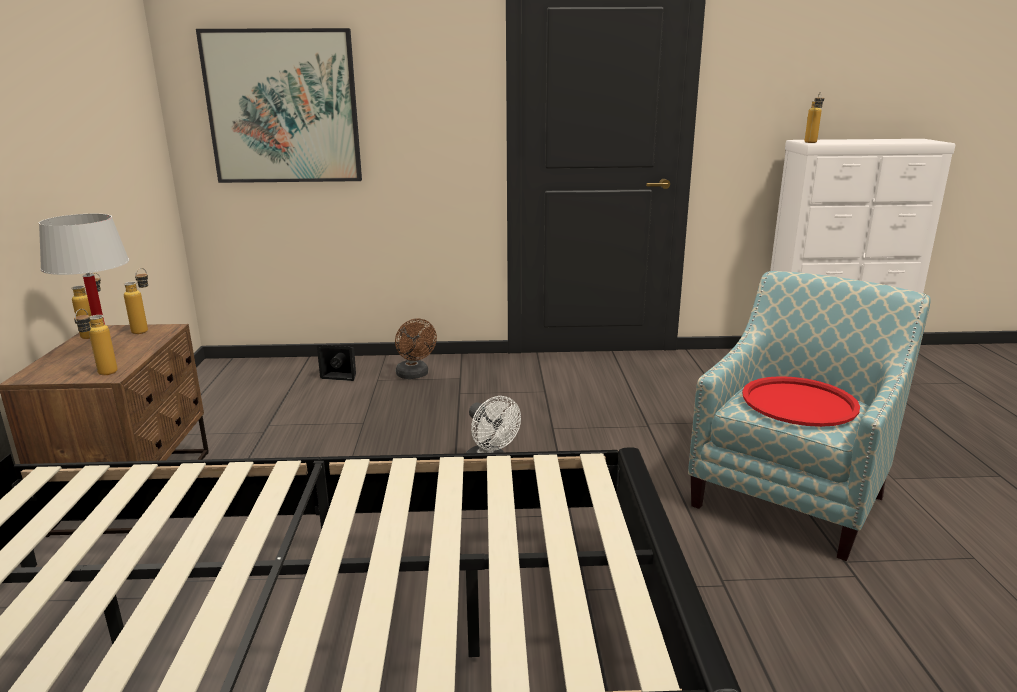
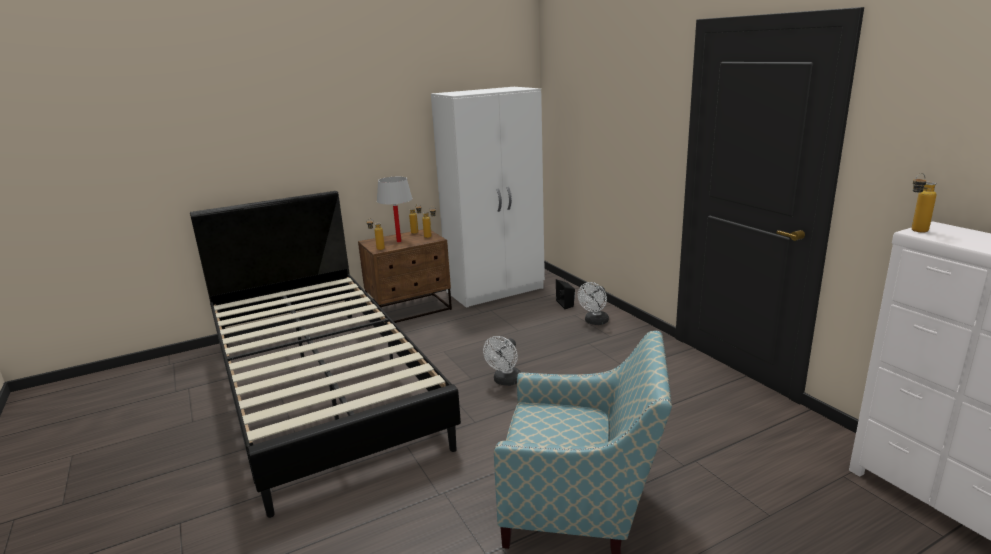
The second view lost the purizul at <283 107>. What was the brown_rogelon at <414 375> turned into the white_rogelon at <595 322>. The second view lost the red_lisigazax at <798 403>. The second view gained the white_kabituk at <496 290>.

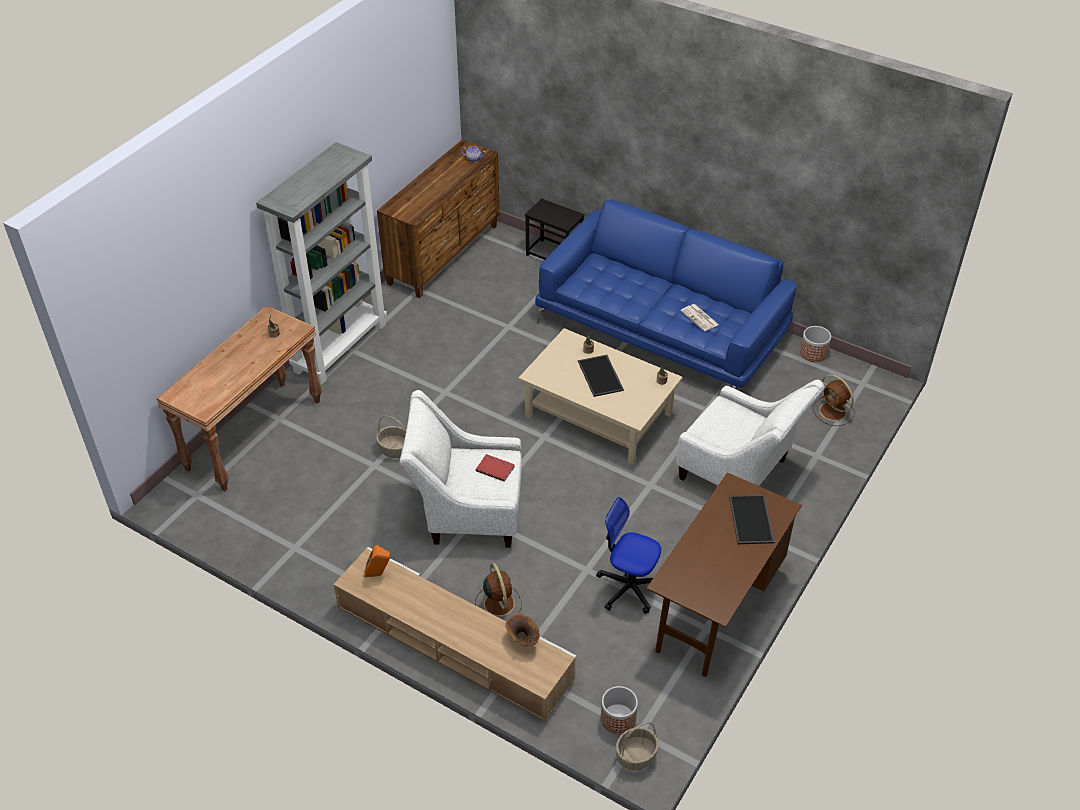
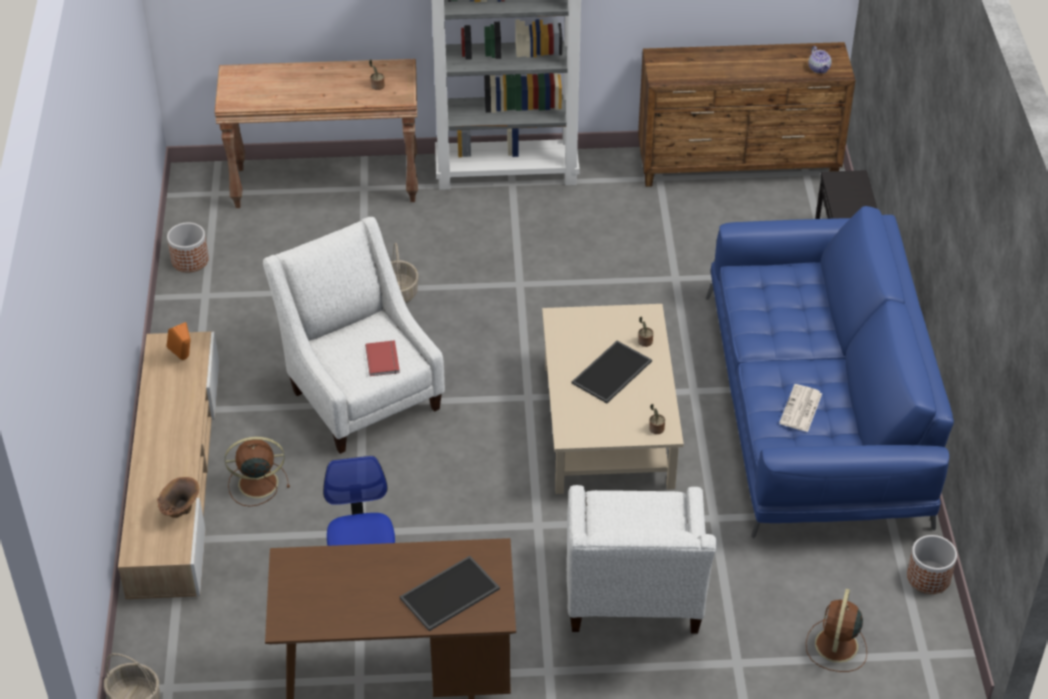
The brown_rogelon at <498 602> ended up facing another way, 135 degrees counterclockwise from before. The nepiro ended up elsewhere, having gone from <618 718> to <190 260>.

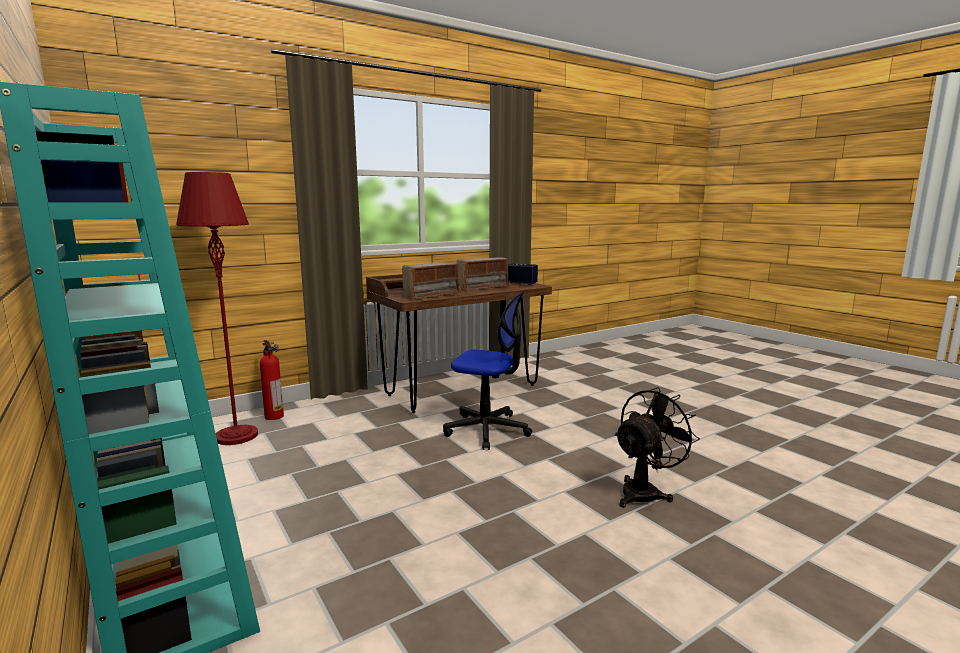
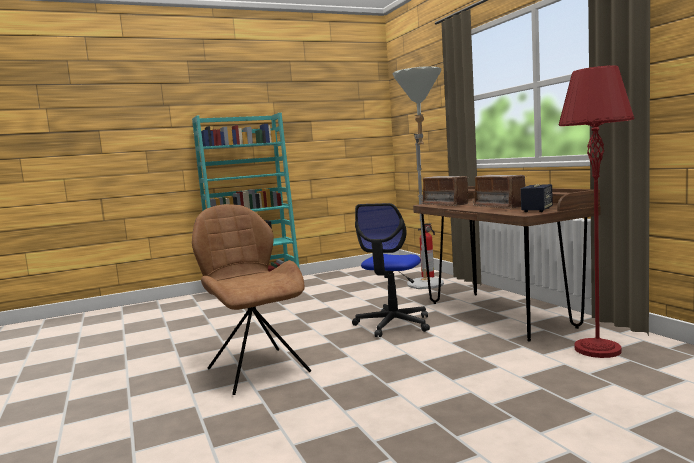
The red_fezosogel ended up elsewhere, having gone from <236 436> to <597 349>. Where the black_rogelon stood at <645 492>, the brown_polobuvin came to stand at <256 369>. The second view gained the grey_fezosogel at <427 286>.

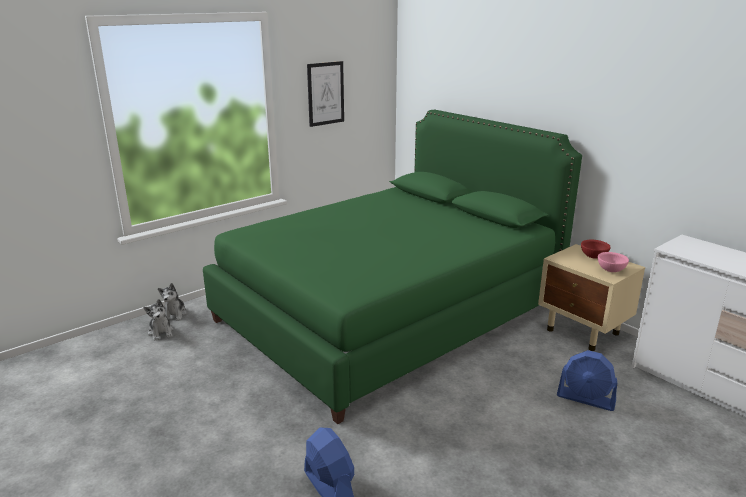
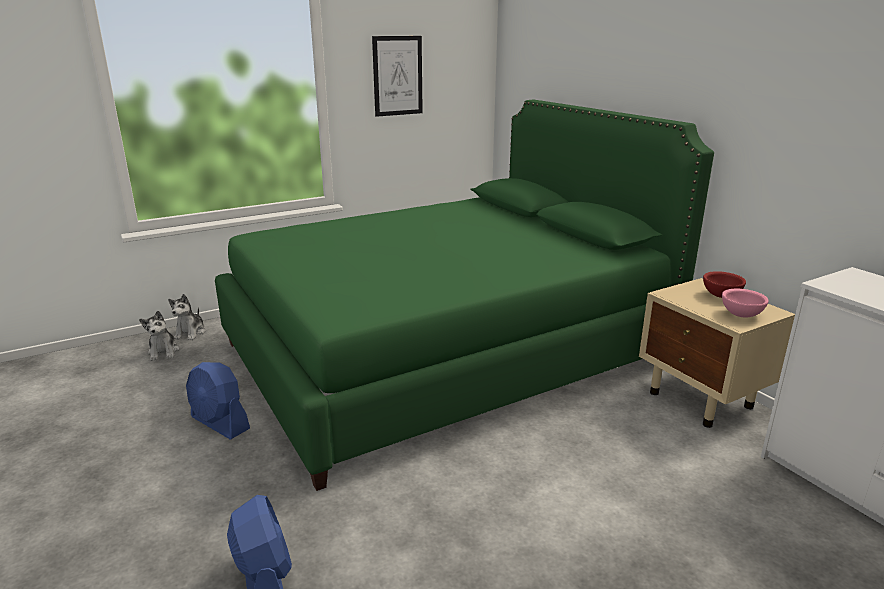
The blue_rogelon ended up elsewhere, having gone from <586 399> to <220 423>.

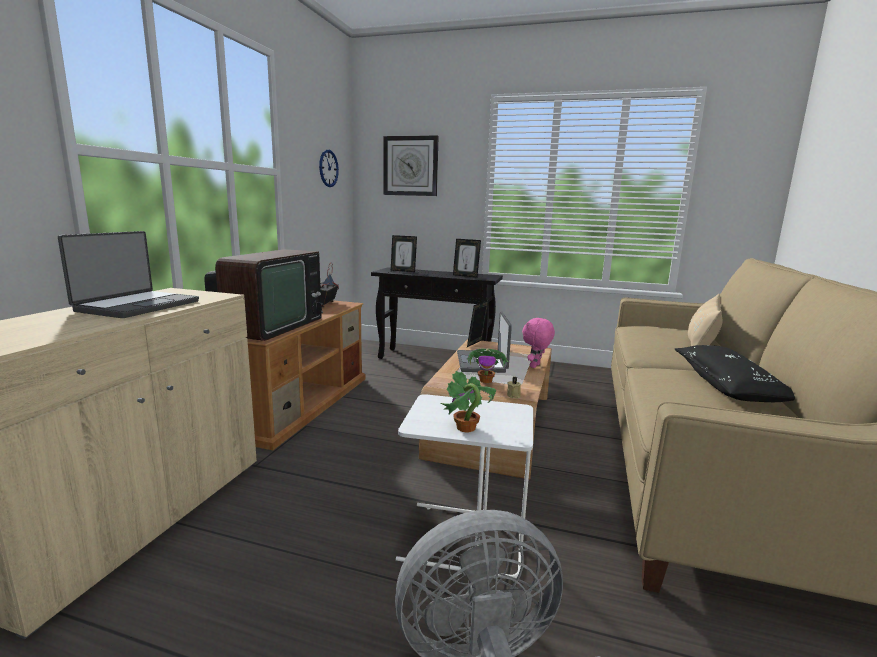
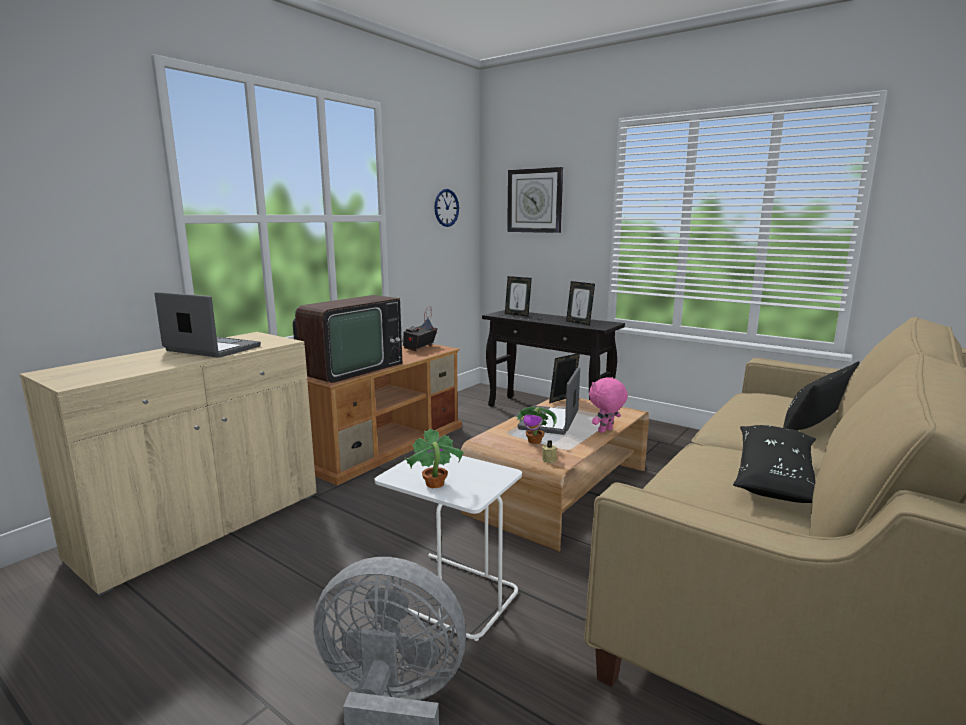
The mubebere at <137 306> ended up facing another way, 105 degrees counterclockwise from before. What was the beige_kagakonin at <701 343> turned into the black_kagakonin at <816 423>.

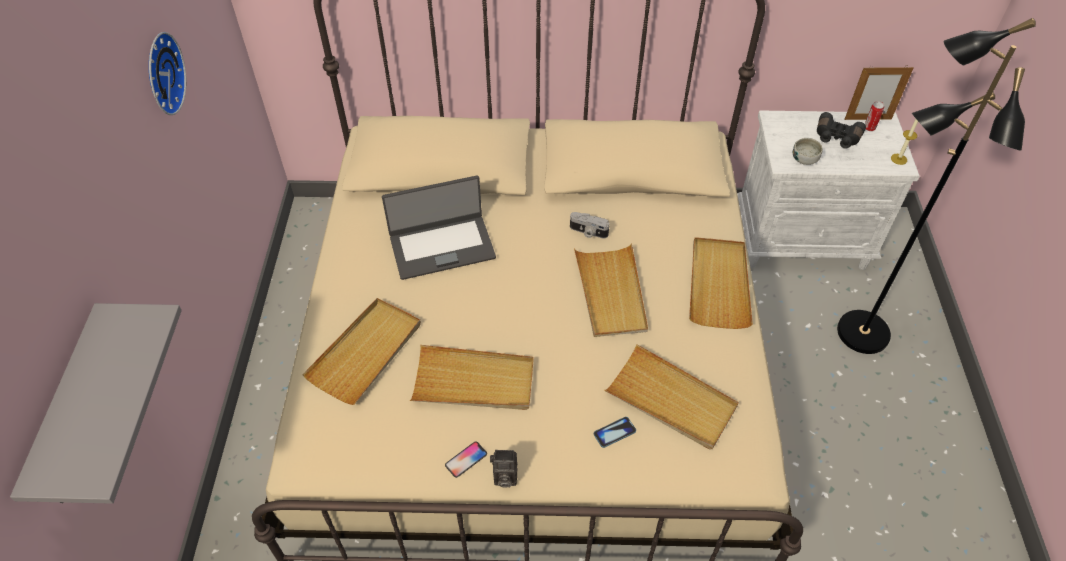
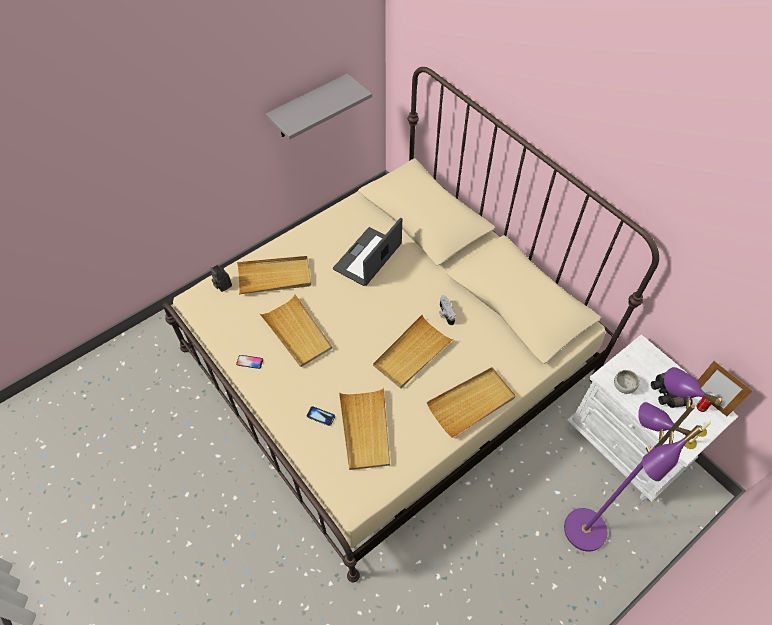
The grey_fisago ended up elsewhere, having gone from <72 412> to <309 107>. The second view lost the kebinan at <161 74>. The mubebere at <442 246> ended up facing another way, 90 degrees clockwise from before. The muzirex ended up elsewhere, having gone from <504 477> to <222 285>. What was the black_fezosogel at <861 333> turned into the purple_fezosogel at <583 529>.

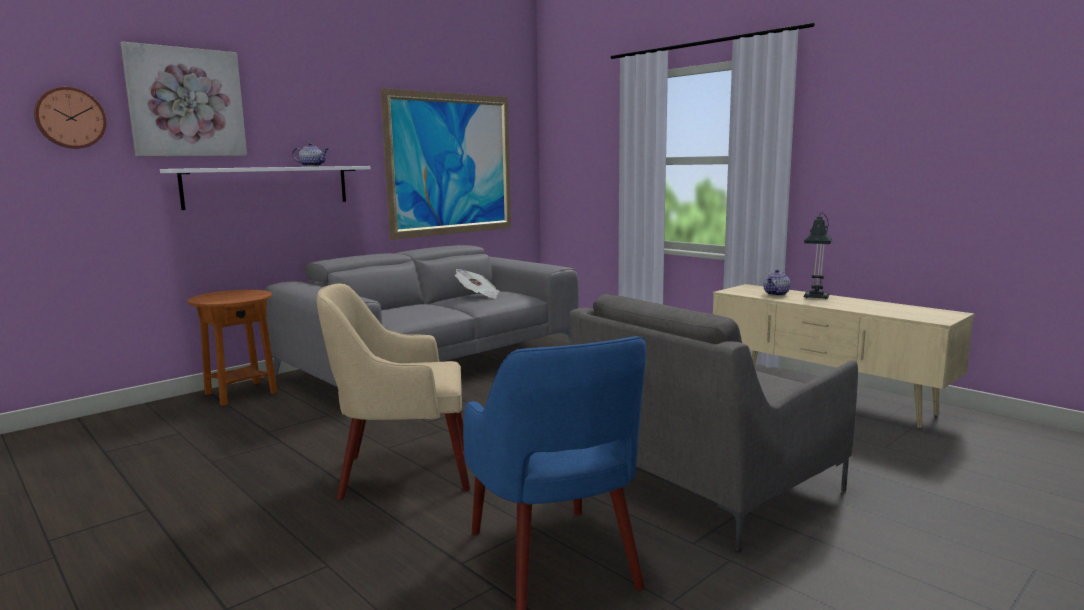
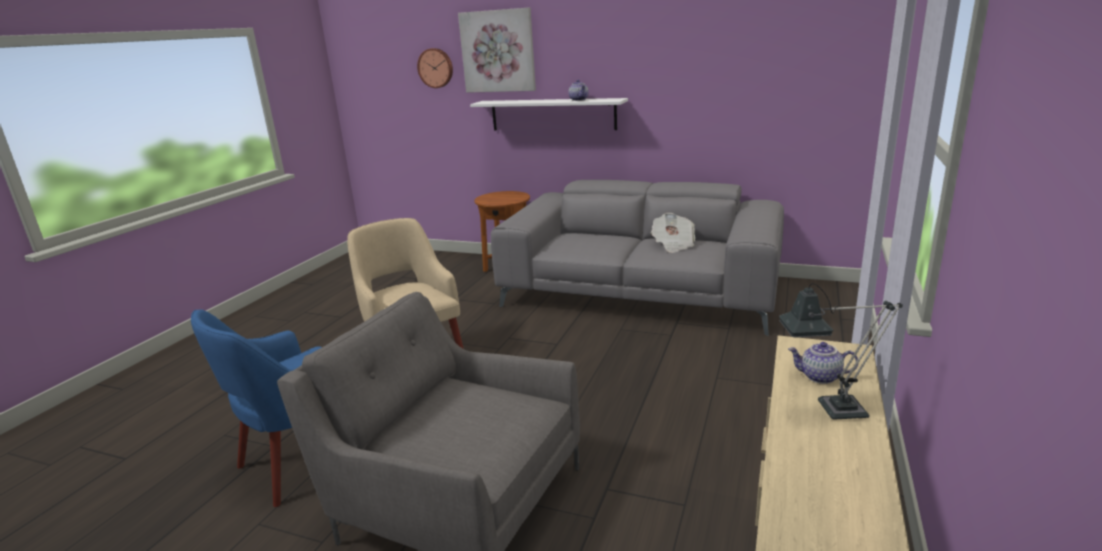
The second view lost the purizul at <451 164>.

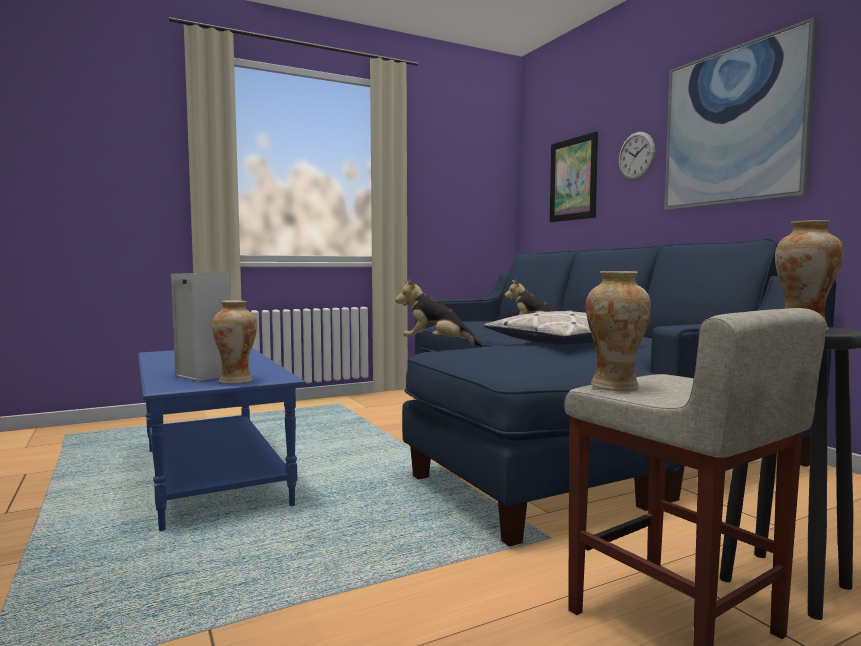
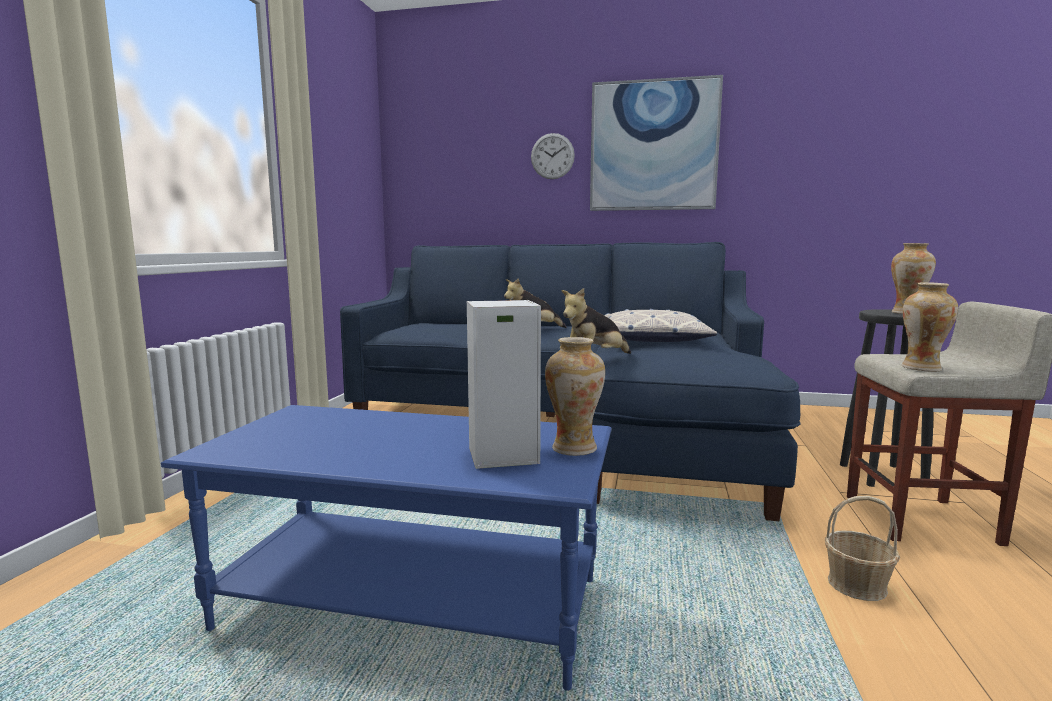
The second view lost the purizul at <573 179>. The second view gained the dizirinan at <857 585>.

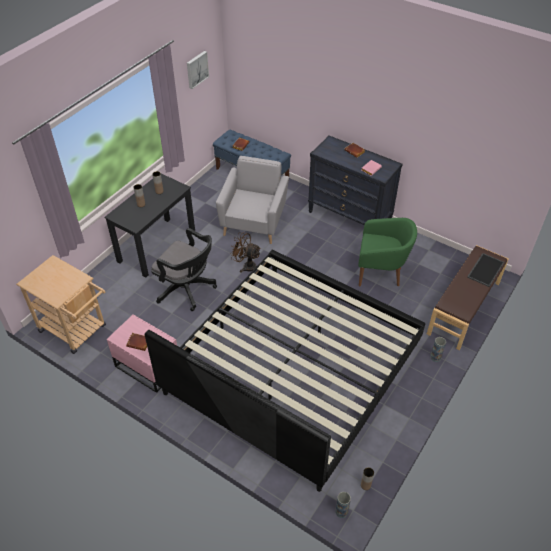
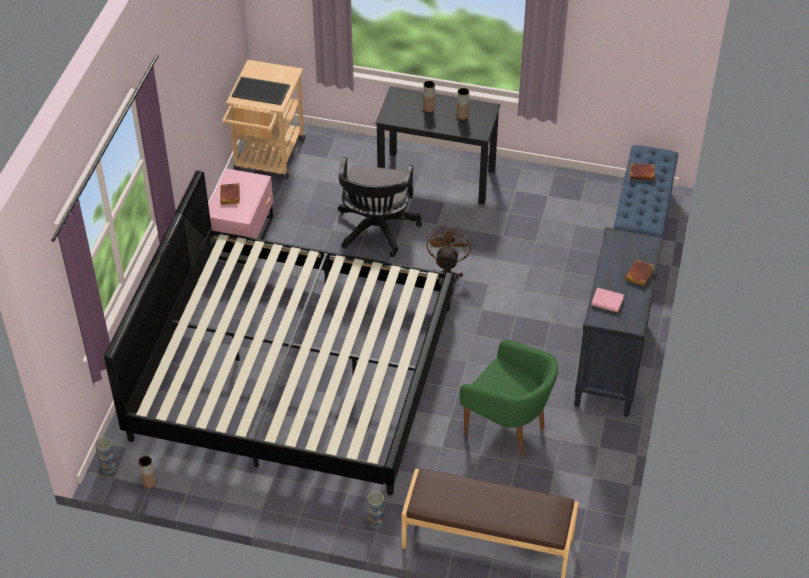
The second view lost the purizul at <196 69>. The second view lost the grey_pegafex at <254 222>. The green_pegafex at <381 274> ended up facing another way, 45 degrees counterclockwise from before. The lisigazax ended up elsewhere, having gone from <485 269> to <261 90>.

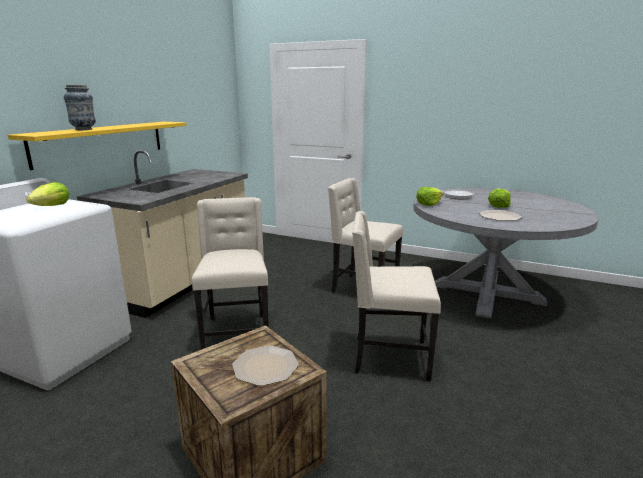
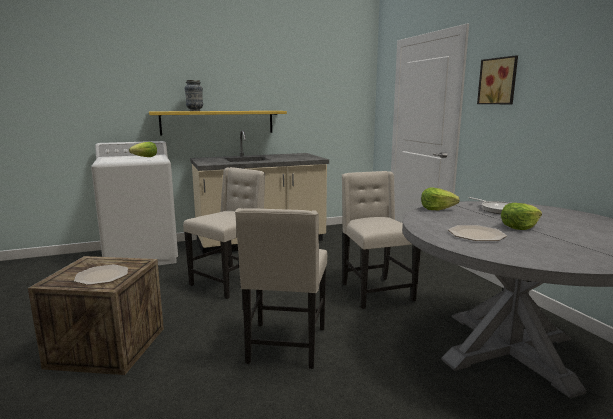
The beige_polobuvin at <389 357> ended up facing another way, 135 degrees counterclockwise from before. The second view gained the purizul at <499 81>.

